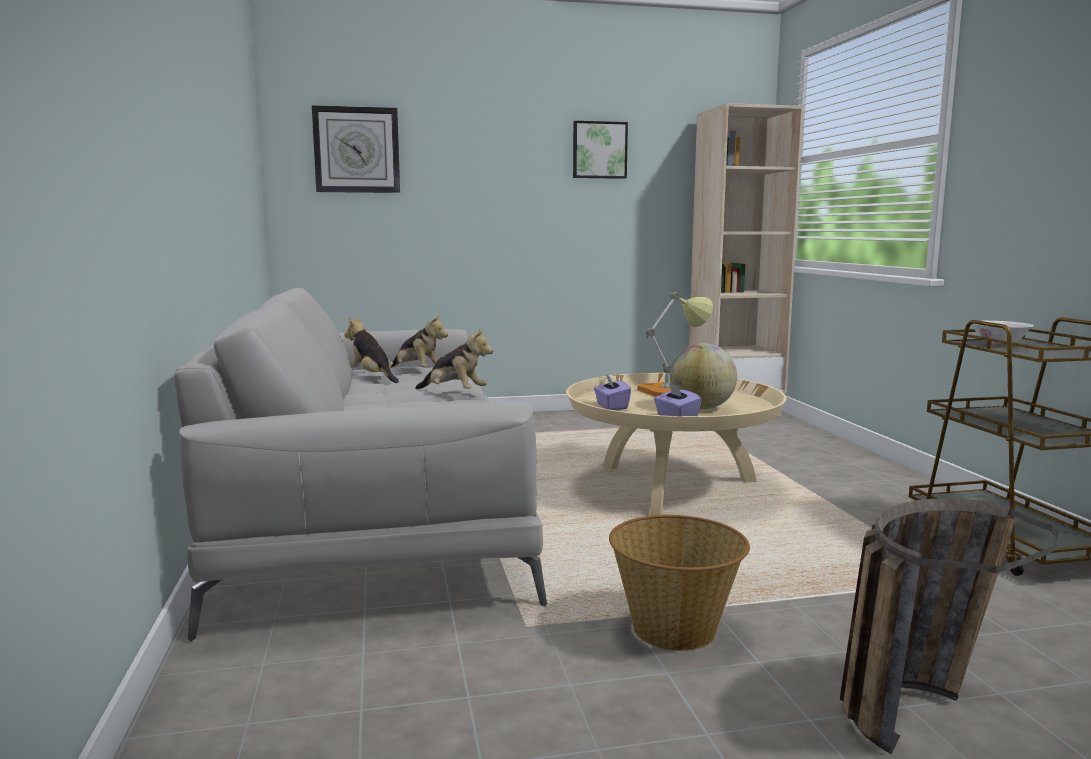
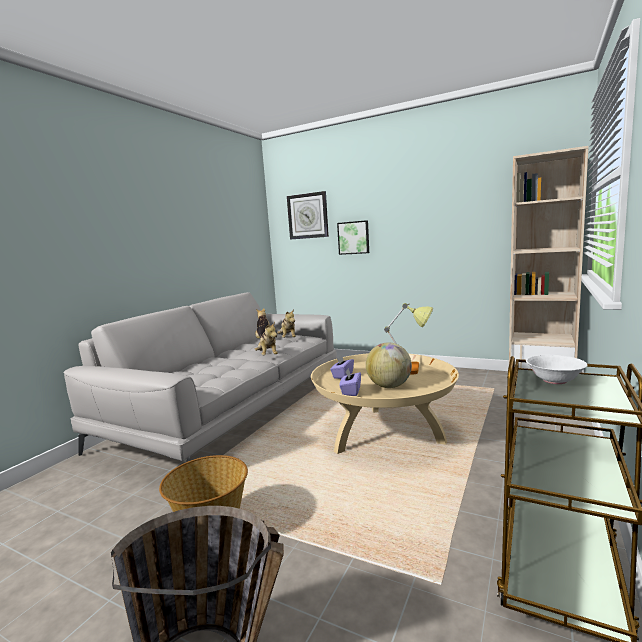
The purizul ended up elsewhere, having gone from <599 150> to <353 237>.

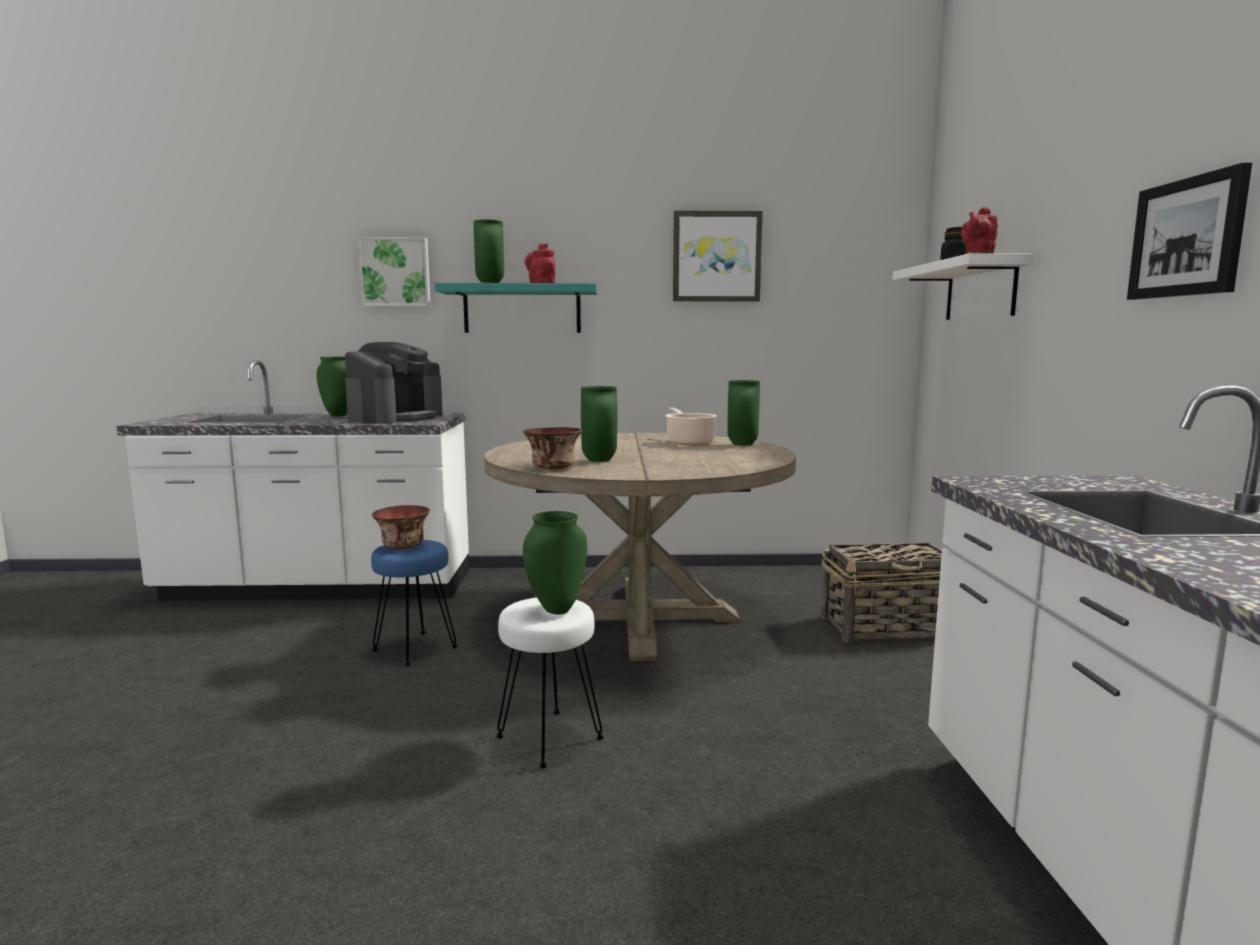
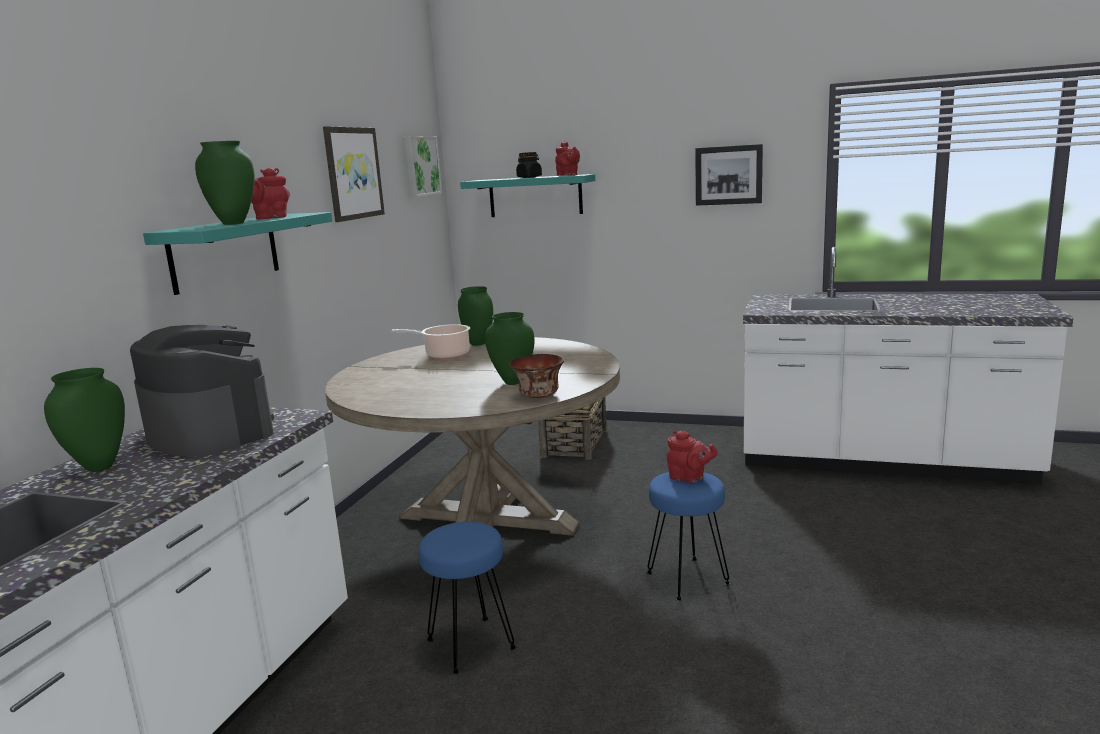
The purizul ended up elsewhere, having gone from <395 272> to <420 166>. The second view lost the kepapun at <404 547>. What was the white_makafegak at <548 739> turned into the blue_makafegak at <687 579>. Where the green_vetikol stood at <556 609>, the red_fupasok came to stand at <689 478>. What was the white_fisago at <980 291> turned into the turquoise_fisago at <535 196>.

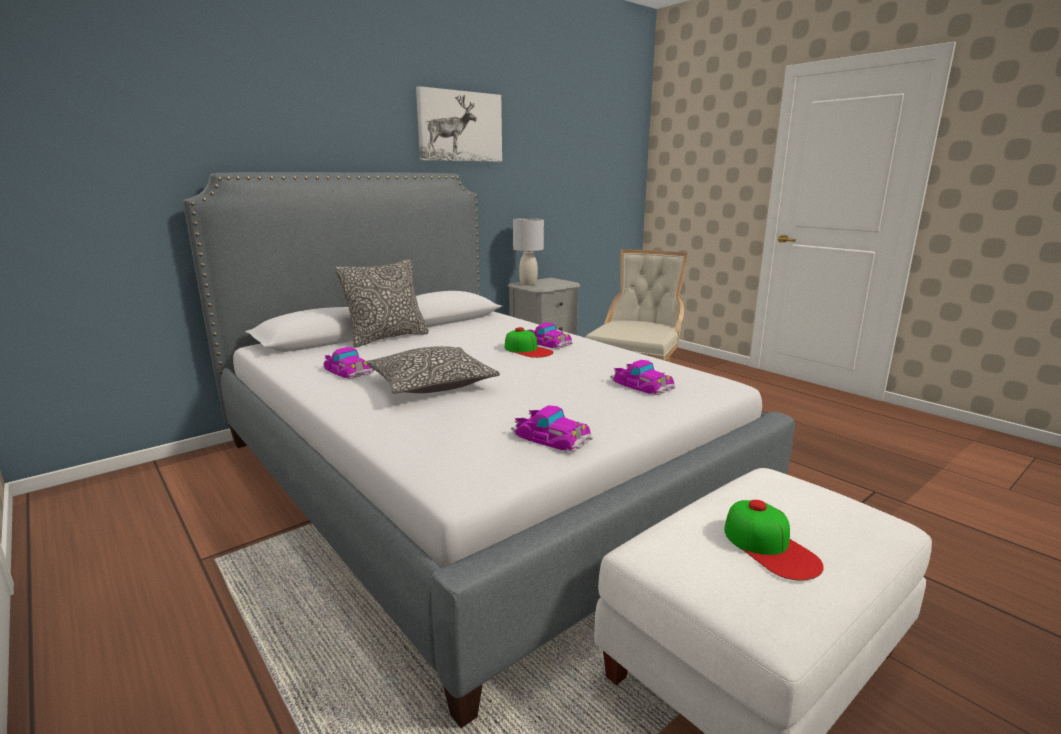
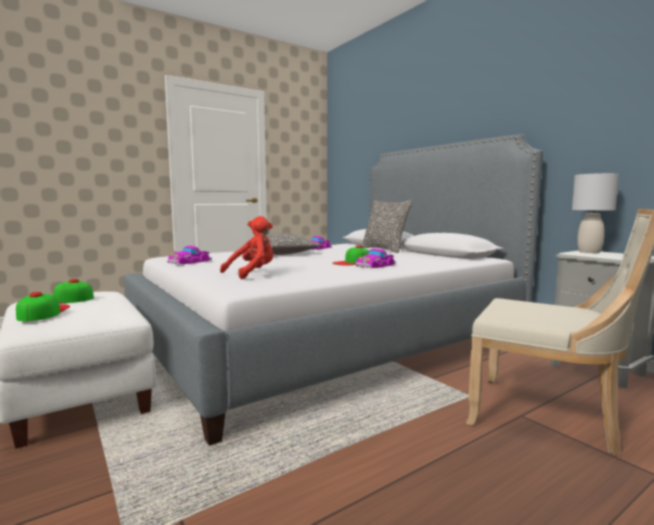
The second view lost the purizul at <459 126>. Where the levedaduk stood at <642 384>, the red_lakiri came to stand at <252 273>. The second view gained the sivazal at <43 312>.

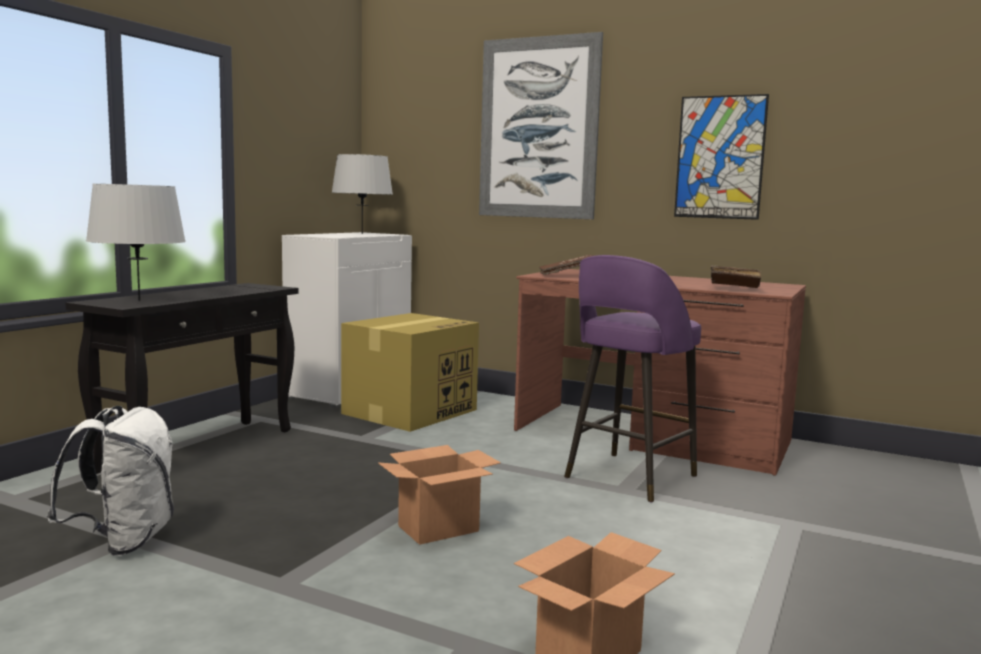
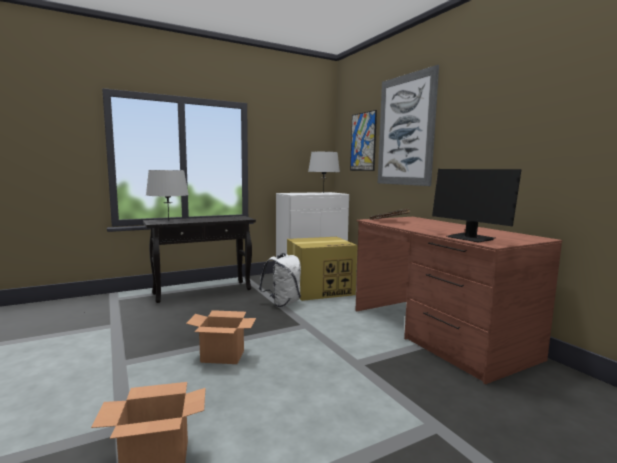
The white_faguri ended up elsewhere, having gone from <123 542> to <282 303>. The second view lost the purple_makafegak at <628 477>. The purizul ended up elsewhere, having gone from <720 157> to <363 142>. Where the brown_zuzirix stood at <733 289>, the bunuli came to stand at <470 238>.

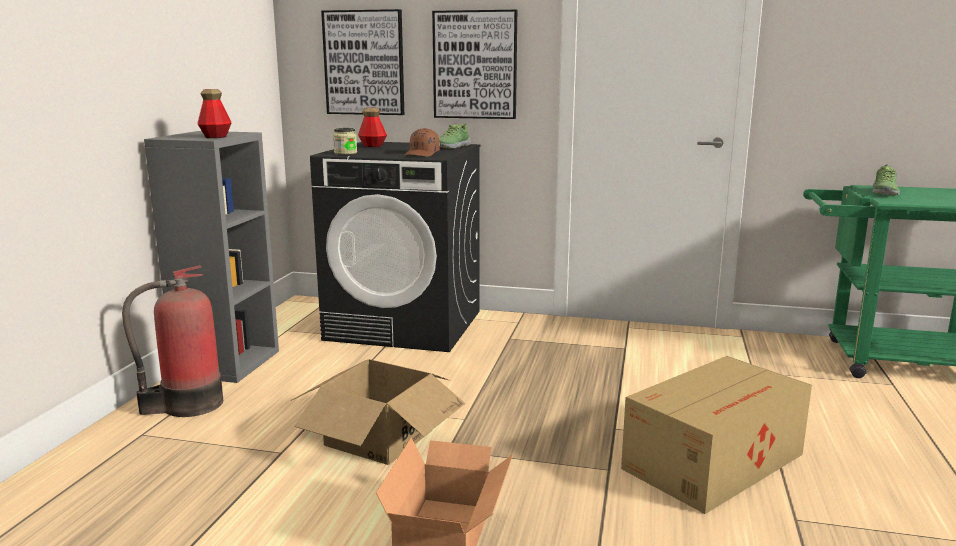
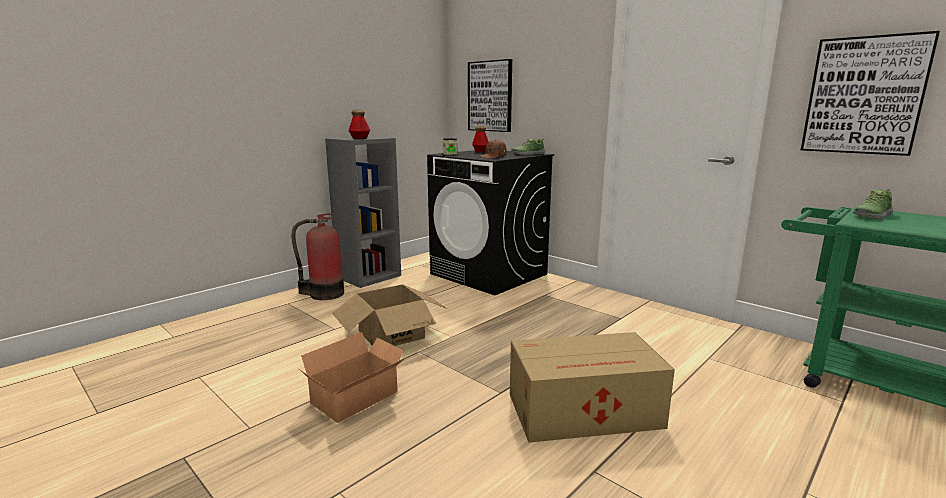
The purizul ended up elsewhere, having gone from <475 65> to <864 96>.

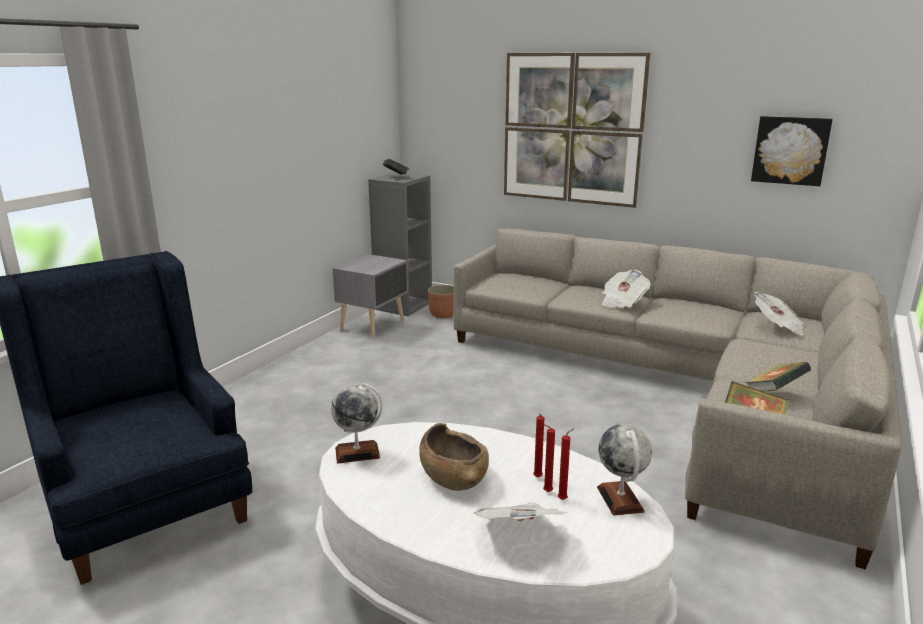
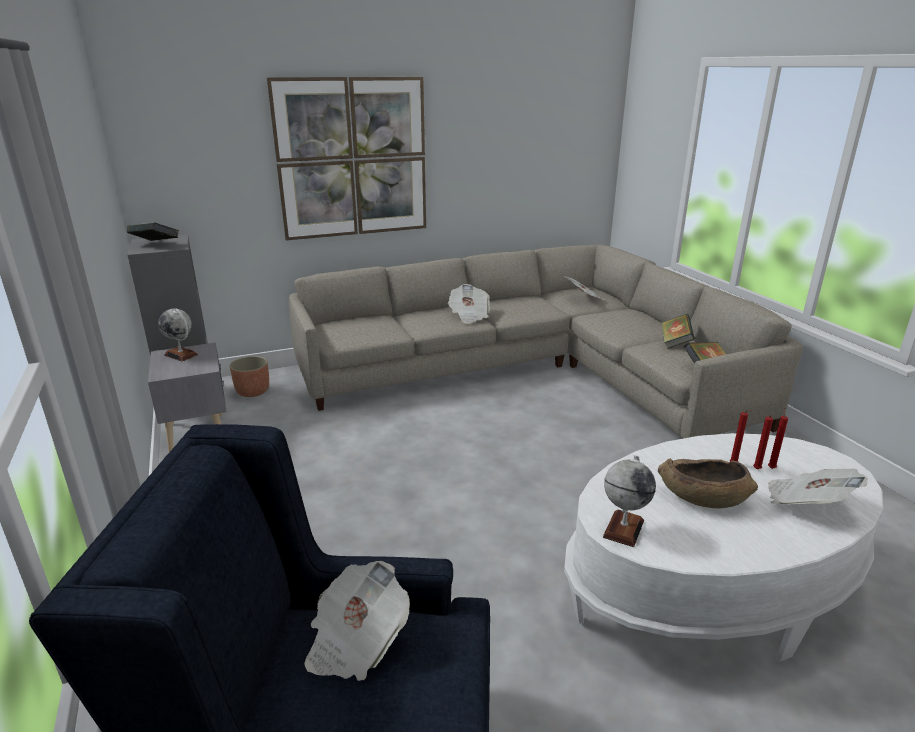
The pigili ended up elsewhere, having gone from <620 499> to <181 355>. The second view lost the purizul at <790 150>. The second view gained the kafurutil at <356 641>.

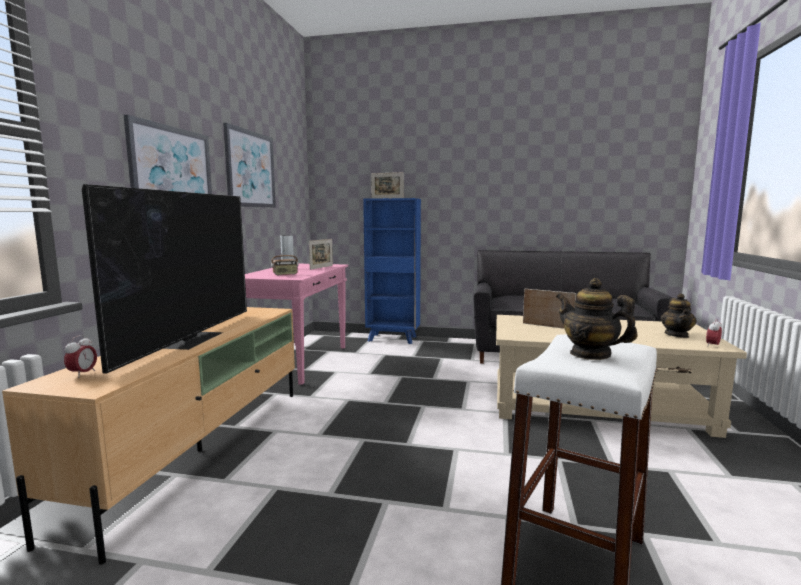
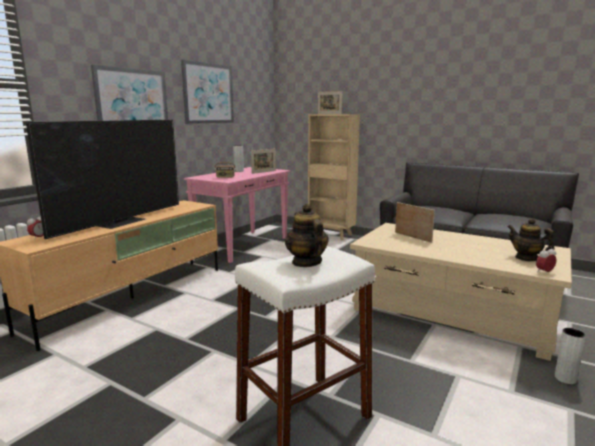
What was the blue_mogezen at <393 339> turned into the beige_mogezen at <331 235>. The fupasok at <677 335> ended up facing another way, 105 degrees clockwise from before. The second view gained the grey_vetikol at <565 378>.

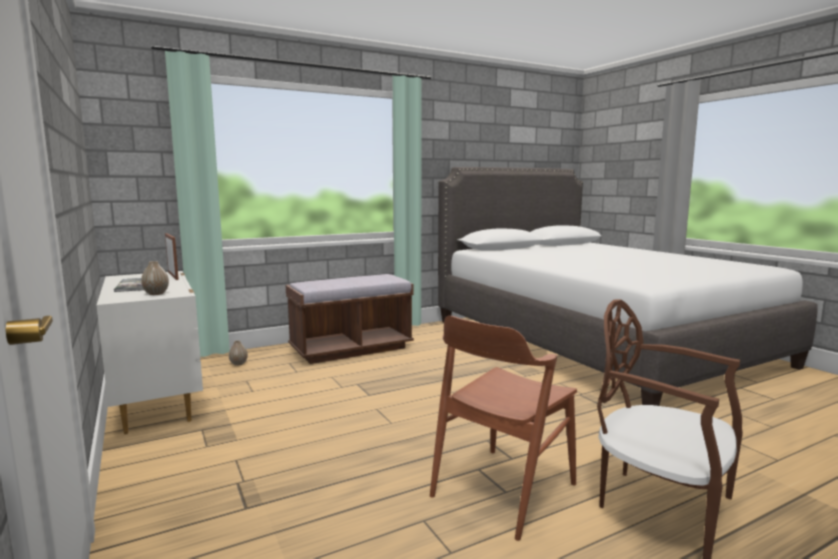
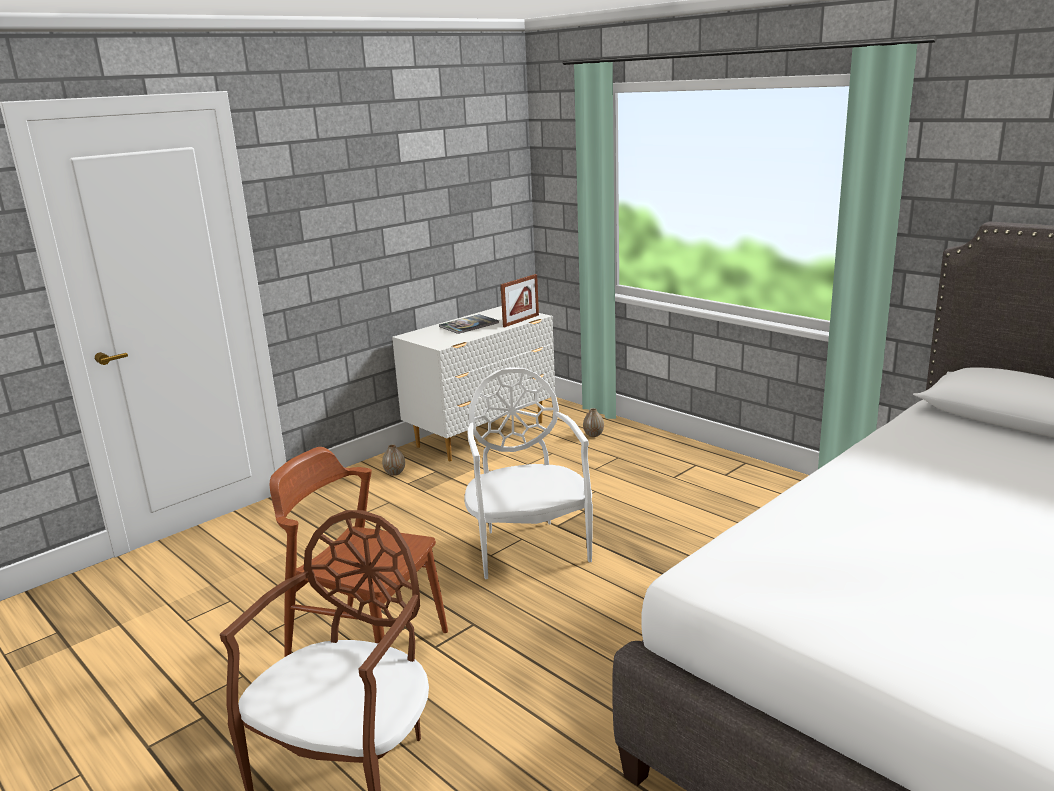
The vetikol ended up elsewhere, having gone from <156 293> to <394 473>. The second view lost the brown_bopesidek at <351 349>. The second view gained the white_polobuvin at <529 546>.

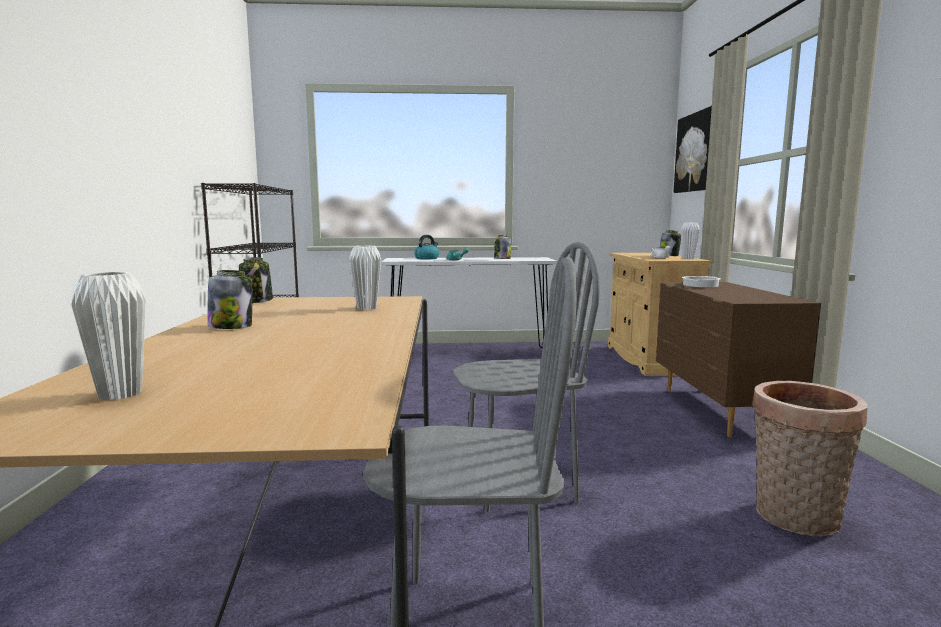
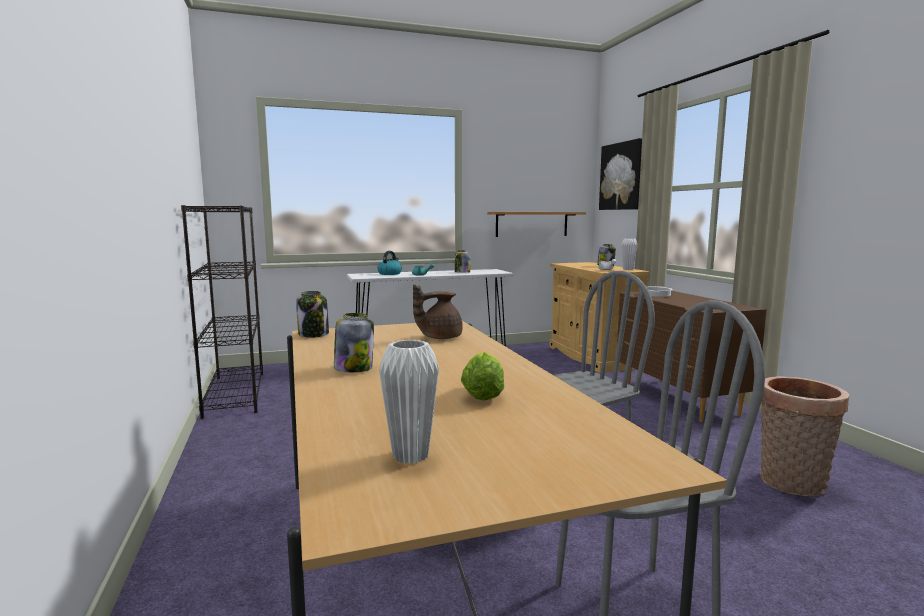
Where the white_vetikol stood at <366 308>, the brown_fupasok came to stand at <439 337>. The second view gained the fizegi at <483 394>. The second view gained the fisago at <532 224>.

